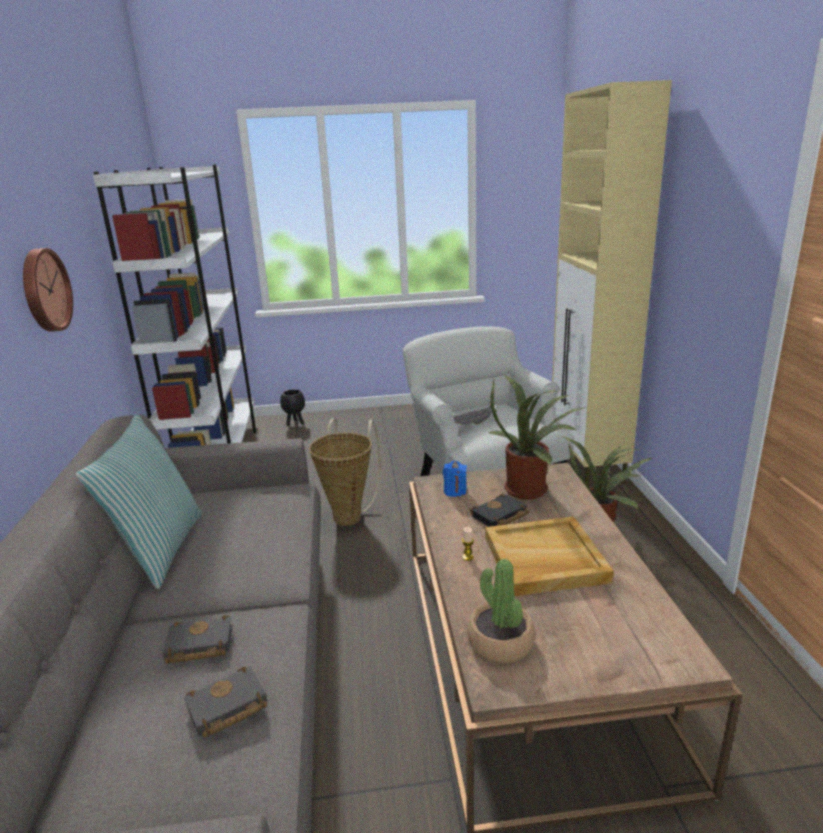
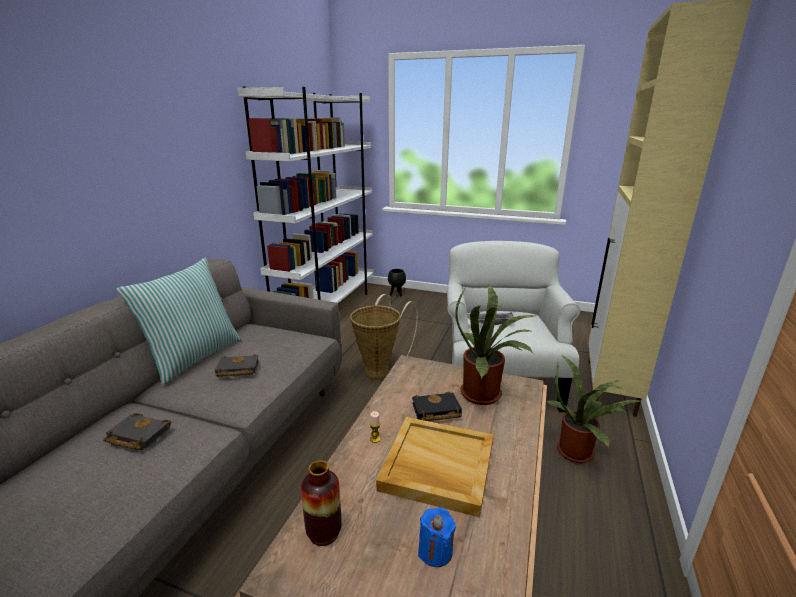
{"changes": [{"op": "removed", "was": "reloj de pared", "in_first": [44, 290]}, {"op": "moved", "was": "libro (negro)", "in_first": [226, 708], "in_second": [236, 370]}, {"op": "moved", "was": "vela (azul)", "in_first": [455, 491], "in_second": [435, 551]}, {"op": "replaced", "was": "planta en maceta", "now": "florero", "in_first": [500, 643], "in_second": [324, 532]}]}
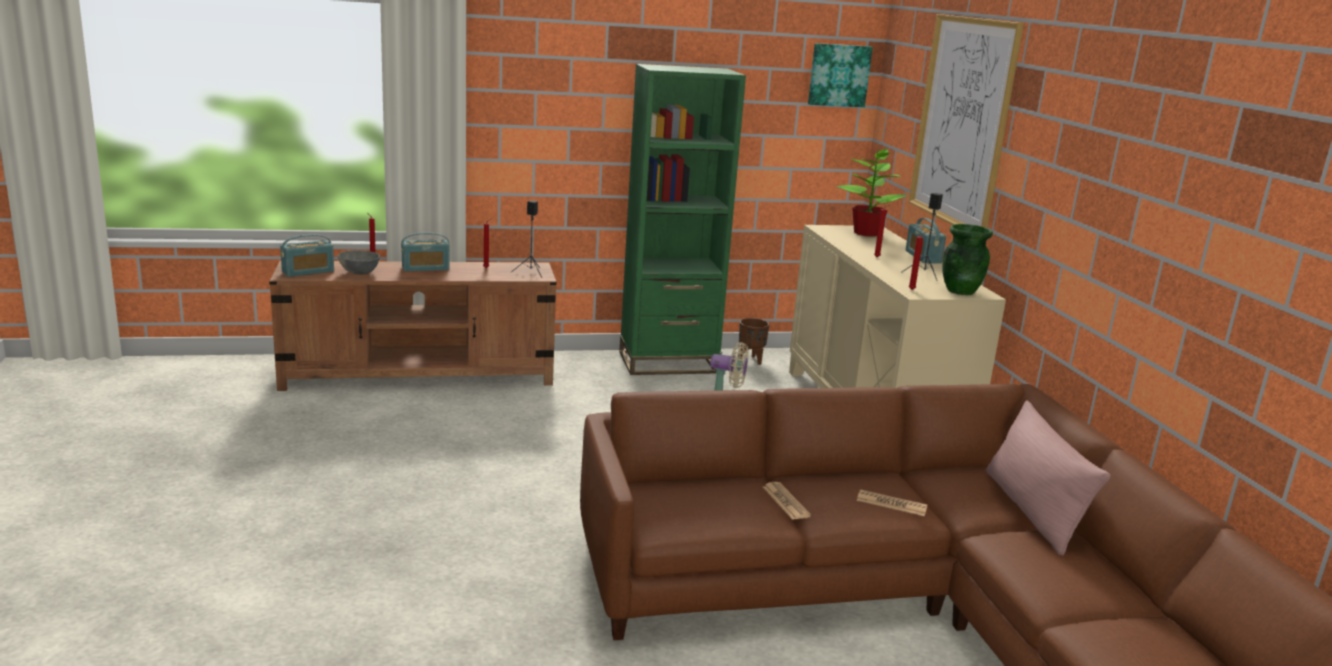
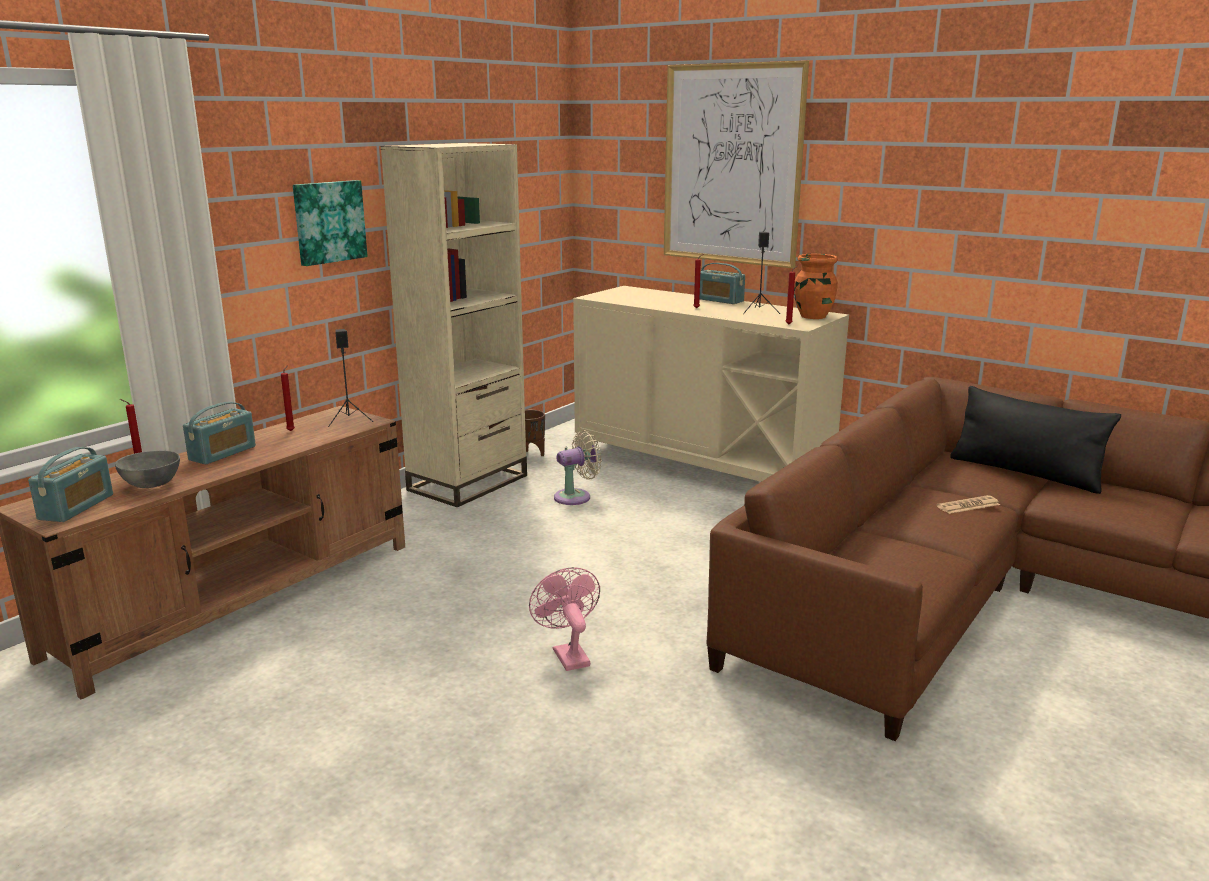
{"changes": [{"op": "recoloured", "was": "estantería (verde)", "now": "estantería (beis)", "in_first": [668, 362], "in_second": [468, 483]}, {"op": "removed", "was": "periódico", "in_first": [785, 502]}, {"op": "moved", "was": "cuadro", "in_first": [838, 75], "in_second": [328, 222]}, {"op": "removed", "was": "planta en maceta", "in_first": [866, 233]}, {"op": "recoloured", "was": "florero (verde)", "now": "florero (naranja)", "in_first": [960, 291], "in_second": [812, 316]}, {"op": "recoloured", "was": "cojín (rosa)", "now": "cojín (negro)", "in_first": [1031, 511], "in_second": [1025, 473]}, {"op": "added", "now": "ventilador (rosa)", "in_second": [567, 654]}]}
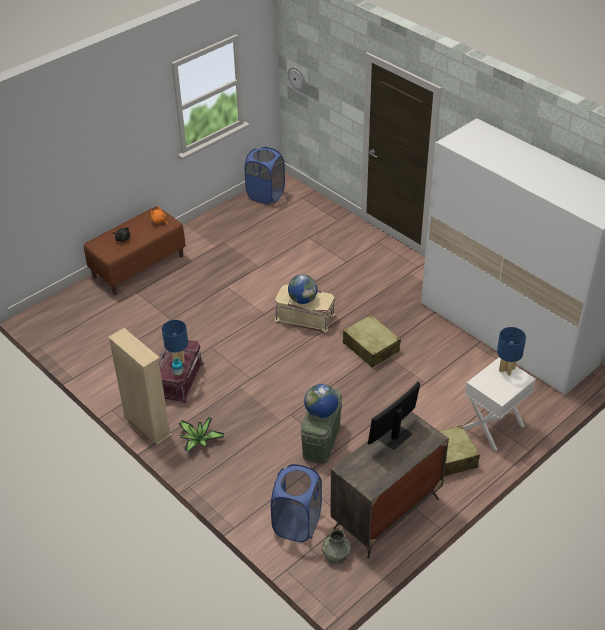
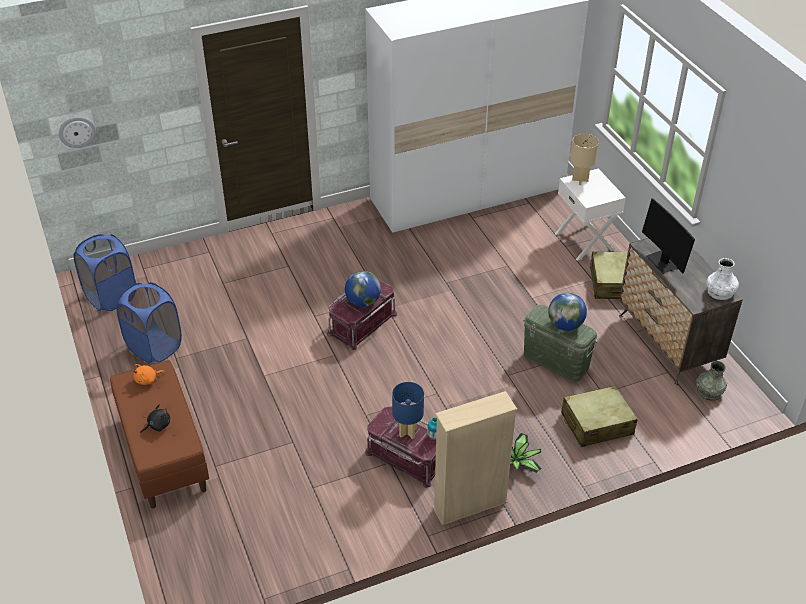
{"changes": [{"op": "moved", "was": "cesto de la ropa (azul)", "in_first": [297, 523], "in_second": [155, 347]}, {"op": "recoloured", "was": "caja de almacenaje (beis)", "now": "caja de almacenaje (rojo)", "in_first": [305, 317], "in_second": [361, 323]}, {"op": "moved", "was": "maleta (beis)", "in_first": [371, 347], "in_second": [596, 424]}, {"op": "recoloured", "was": "lámpara de mesa (azul)", "now": "lámpara de mesa (beis)", "in_first": [507, 369], "in_second": [580, 180]}, {"op": "added", "now": "florero (blanco)", "in_second": [720, 292]}]}
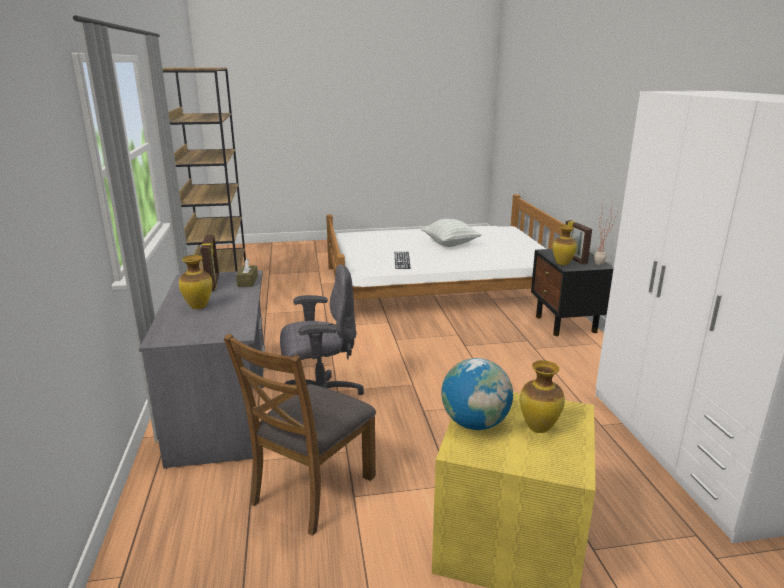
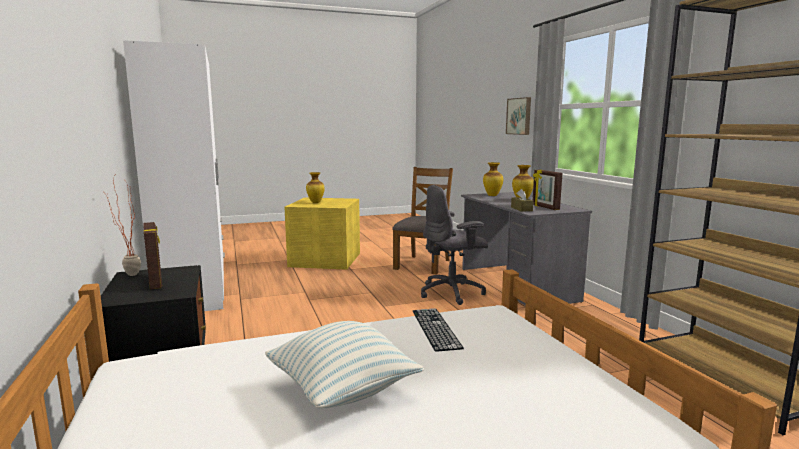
{"changes": [{"op": "removed", "was": "globo terráqueo", "in_first": [475, 423]}, {"op": "moved", "was": "florero", "in_first": [562, 264], "in_second": [492, 195]}, {"op": "added", "now": "cuadro", "in_second": [519, 116]}]}
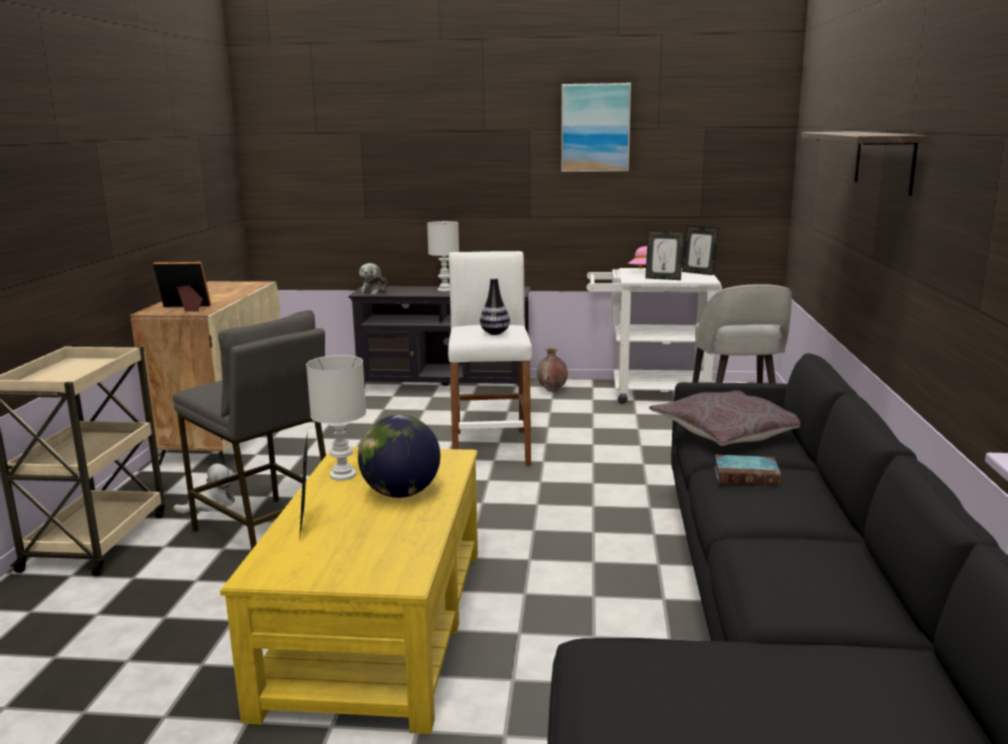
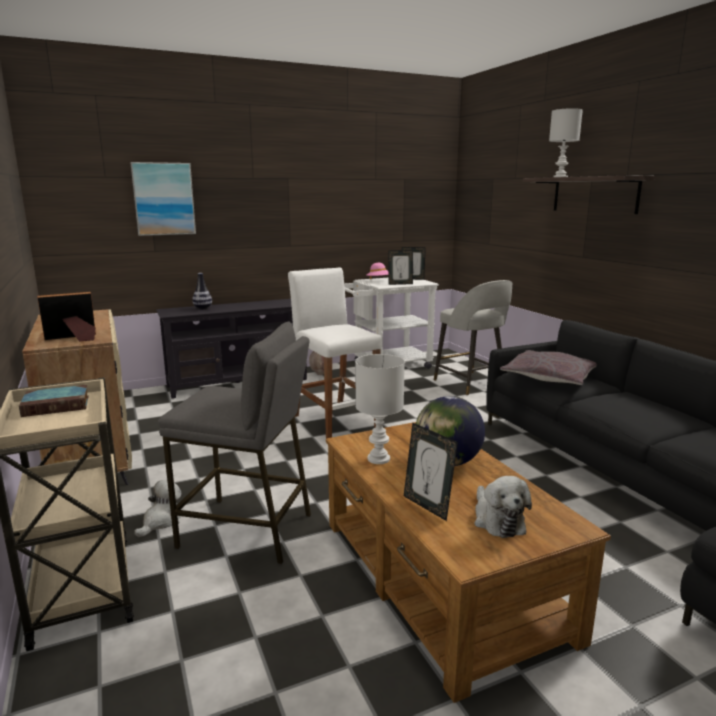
{"changes": [{"op": "recoloured", "was": "mesa de centro (amarillo)", "now": "mesa de centro (marrón)", "in_first": [376, 625], "in_second": [439, 577]}, {"op": "moved", "was": "peluche", "in_first": [375, 291], "in_second": [497, 520]}, {"op": "moved", "was": "lámpara de mesa (blanco)", "in_first": [444, 290], "in_second": [559, 177]}, {"op": "moved", "was": "florero", "in_first": [495, 333], "in_second": [203, 308]}, {"op": "moved", "was": "cuadro", "in_first": [595, 128], "in_second": [164, 199]}, {"op": "moved", "was": "libro", "in_first": [747, 475], "in_second": [58, 405]}]}
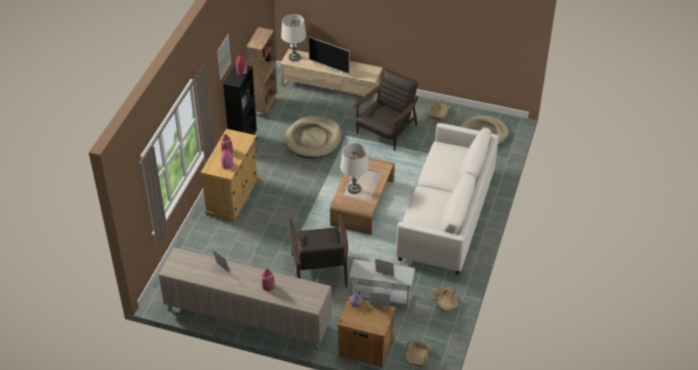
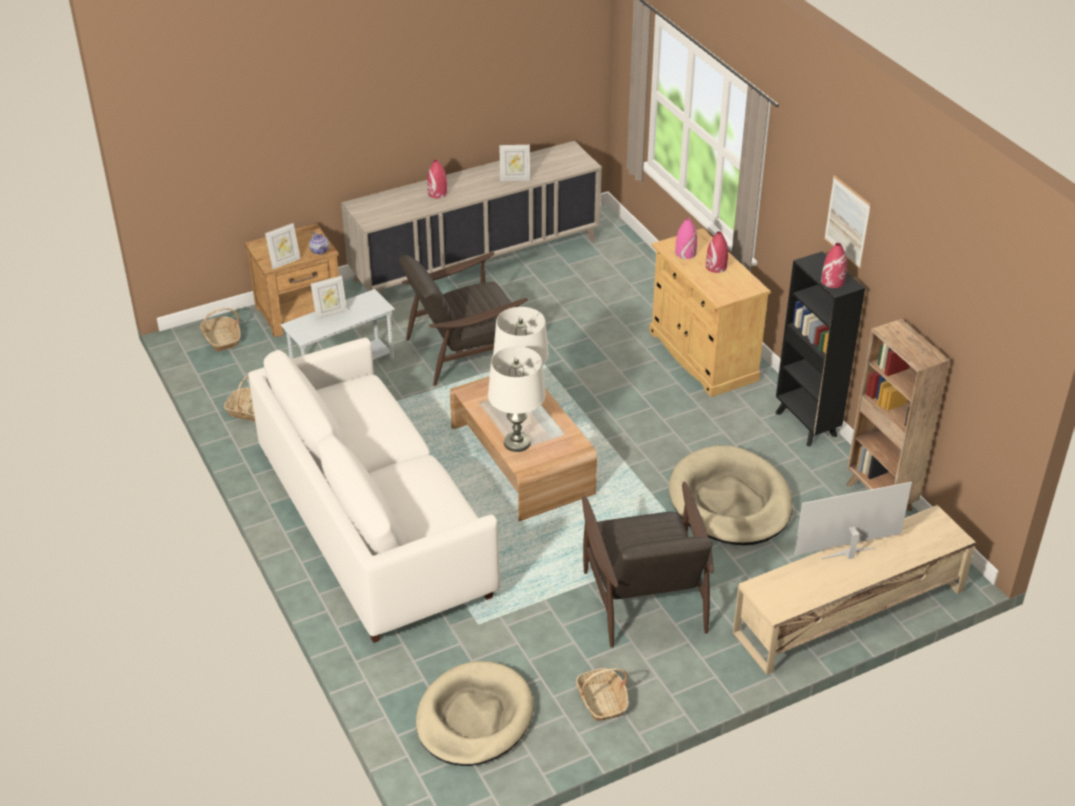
{"changes": [{"op": "moved", "was": "lámpara de mesa (blanco)", "in_first": [294, 57], "in_second": [517, 443]}, {"op": "turned", "was": "sillón (marrón)", "in_first": [319, 268], "in_second": [464, 350], "clockwise": -60}]}
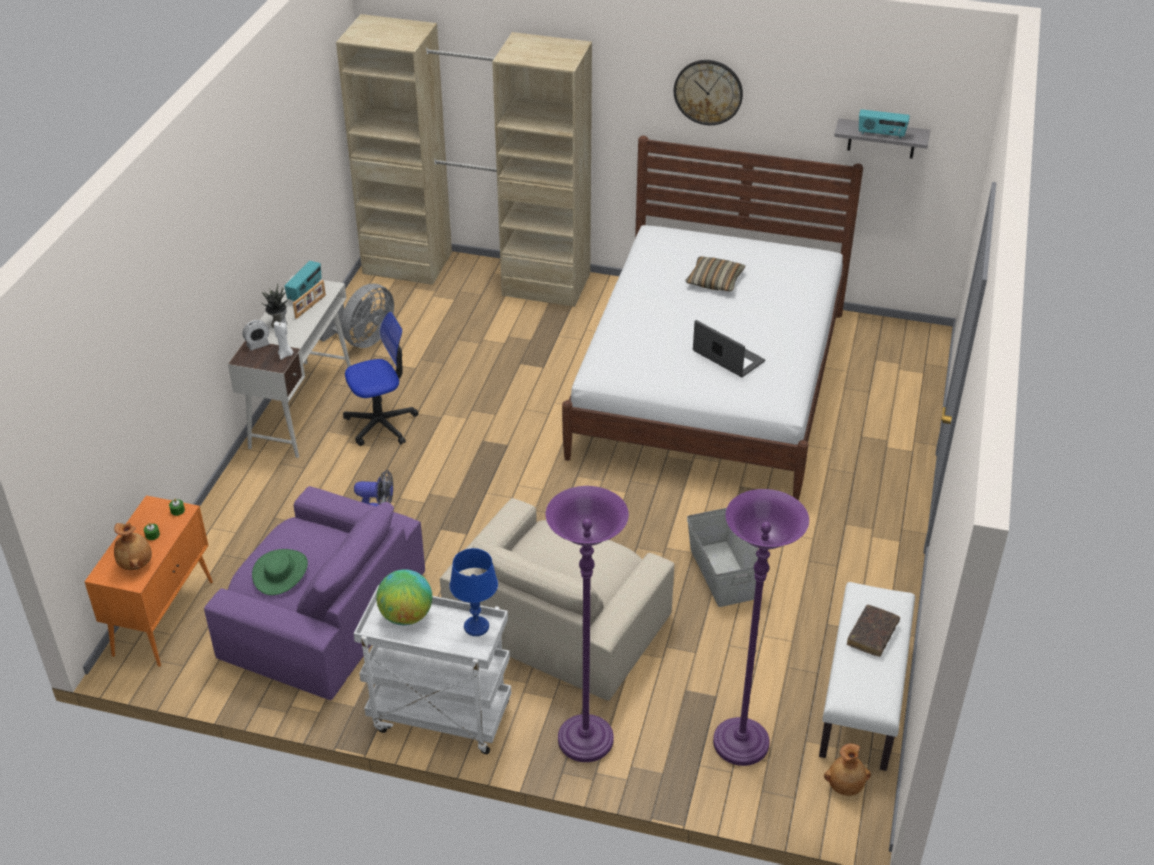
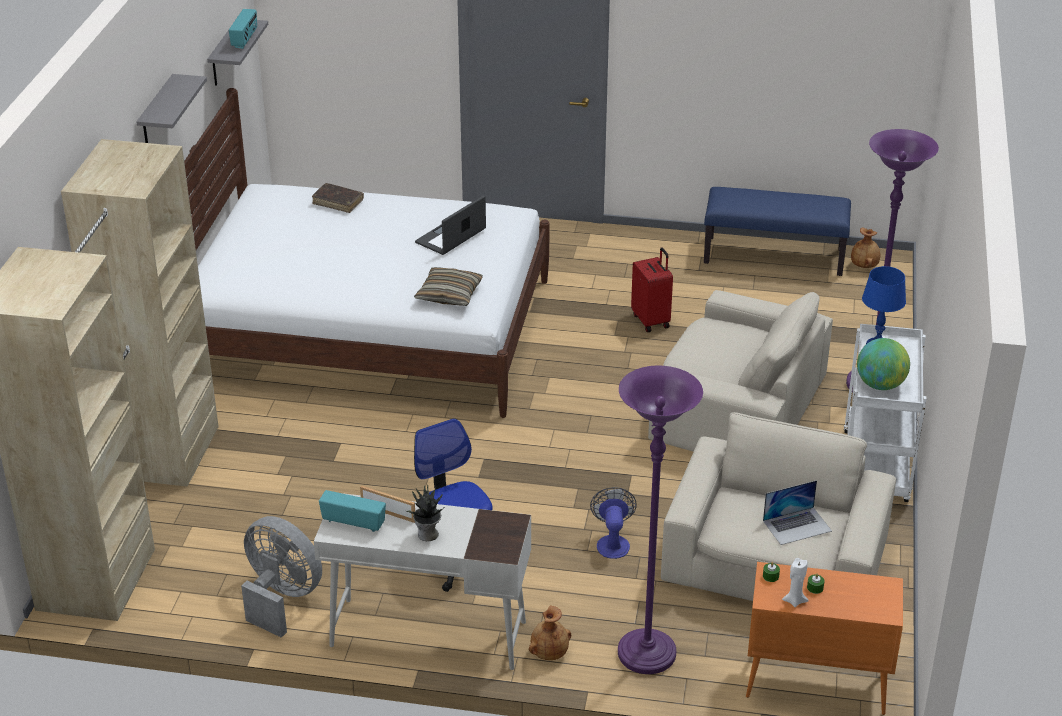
{"changes": [{"op": "moved", "was": "florero (marrón)", "in_first": [136, 563], "in_second": [549, 653]}, {"op": "recoloured", "was": "sillón (morado)", "now": "sillón (beis)", "in_first": [321, 615], "in_second": [775, 562]}, {"op": "removed", "was": "despertador", "in_first": [258, 345]}, {"op": "replaced", "was": "sombrero (verde)", "now": "portátil", "in_first": [281, 572], "in_second": [797, 526]}, {"op": "moved", "was": "vela (blanco)", "in_first": [285, 355], "in_second": [794, 600]}, {"op": "replaced", "was": "reloj de pared", "now": "estante (gris)", "in_first": [708, 92], "in_second": [157, 114]}, {"op": "moved", "was": "cojín", "in_first": [714, 281], "in_second": [449, 294]}, {"op": "replaced", "was": "caja de almacenaje (gris)", "now": "maleta (rojo)", "in_first": [722, 573], "in_second": [651, 320]}, {"op": "moved", "was": "lámpara de pie (morado)", "in_first": [740, 744], "in_second": [646, 654]}, {"op": "recoloured", "was": "banco (blanco)", "now": "banco (azul)", "in_first": [863, 698], "in_second": [774, 256]}, {"op": "moved", "was": "libro (marrón)", "in_first": [872, 635], "in_second": [338, 202]}]}
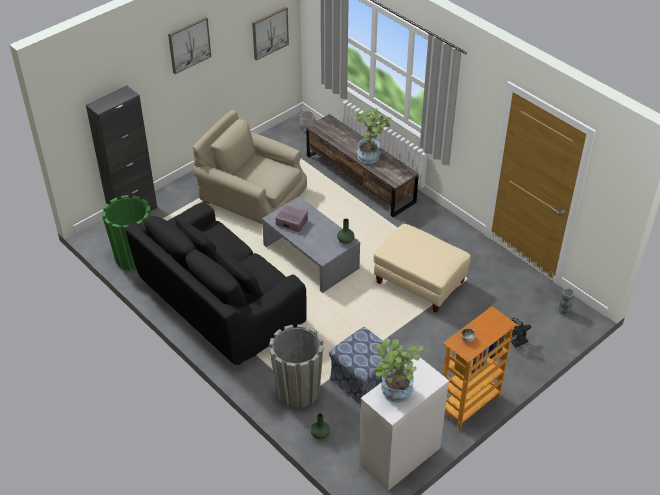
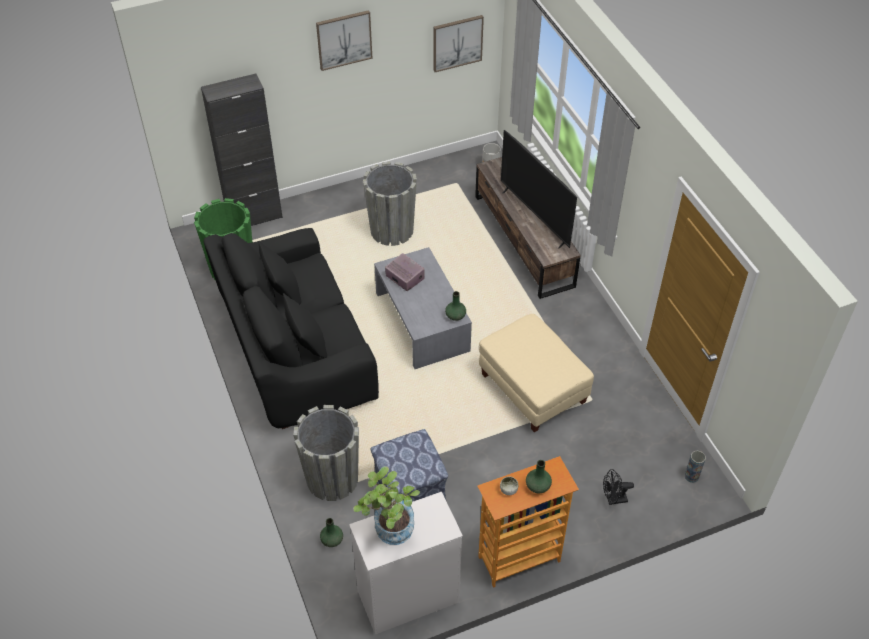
{"changes": [{"op": "replaced", "was": "sillón (beis)", "now": "maceta (gris)", "in_first": [252, 196], "in_second": [391, 231]}, {"op": "replaced", "was": "planta en maceta", "now": "televisor", "in_first": [371, 155], "in_second": [535, 217]}, {"op": "added", "now": "florero (verde)", "in_second": [538, 486]}]}
